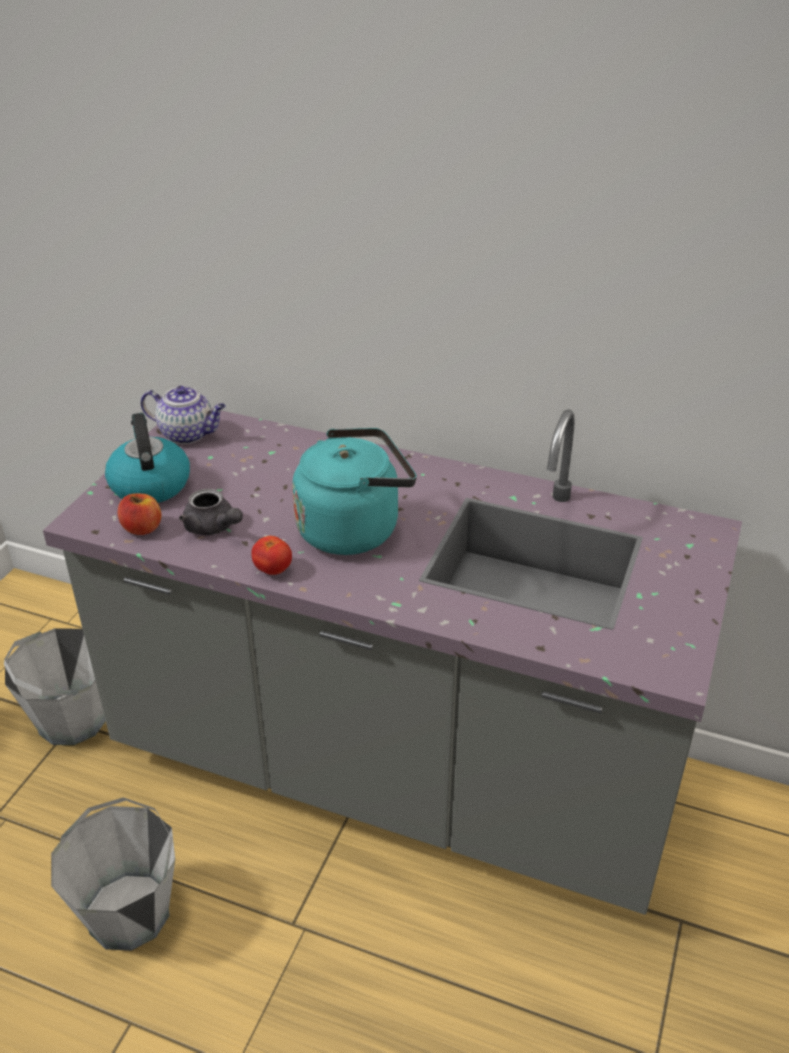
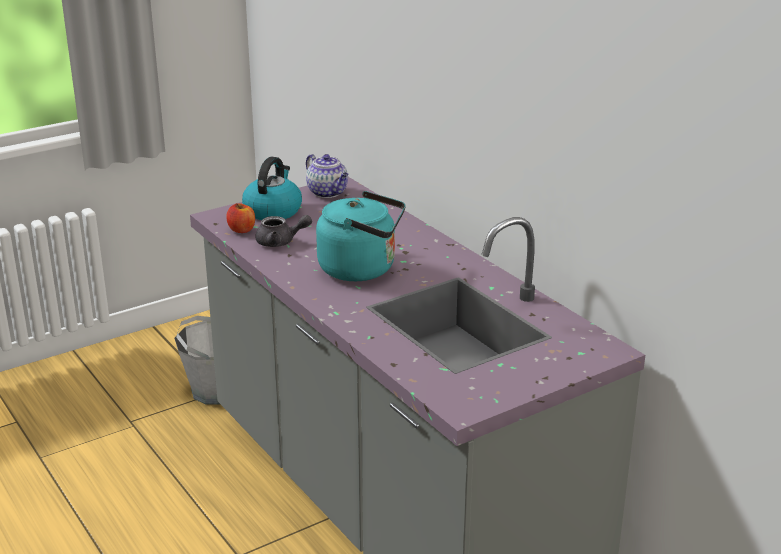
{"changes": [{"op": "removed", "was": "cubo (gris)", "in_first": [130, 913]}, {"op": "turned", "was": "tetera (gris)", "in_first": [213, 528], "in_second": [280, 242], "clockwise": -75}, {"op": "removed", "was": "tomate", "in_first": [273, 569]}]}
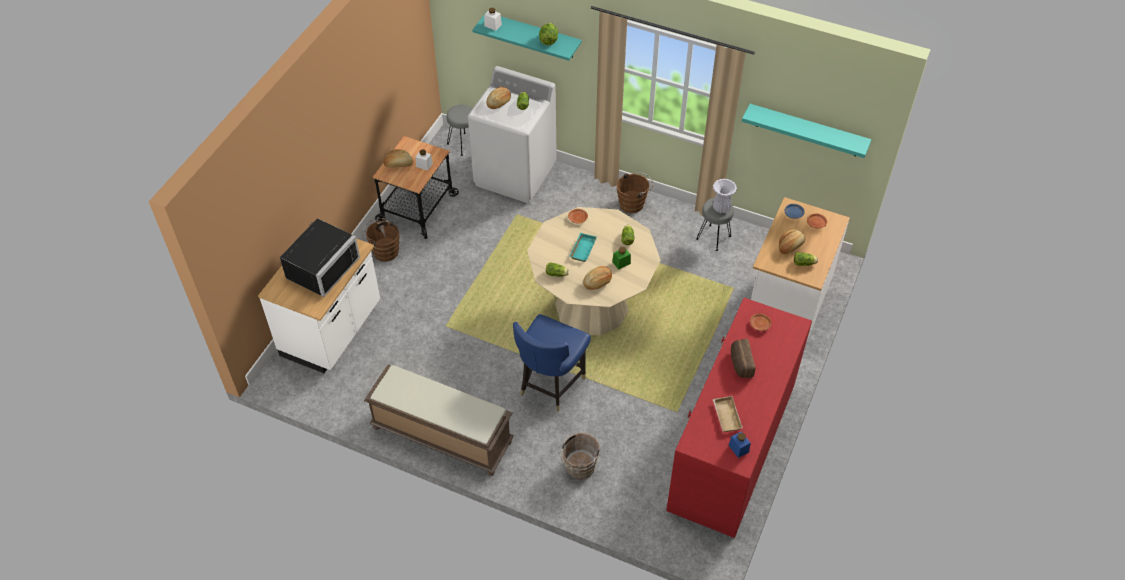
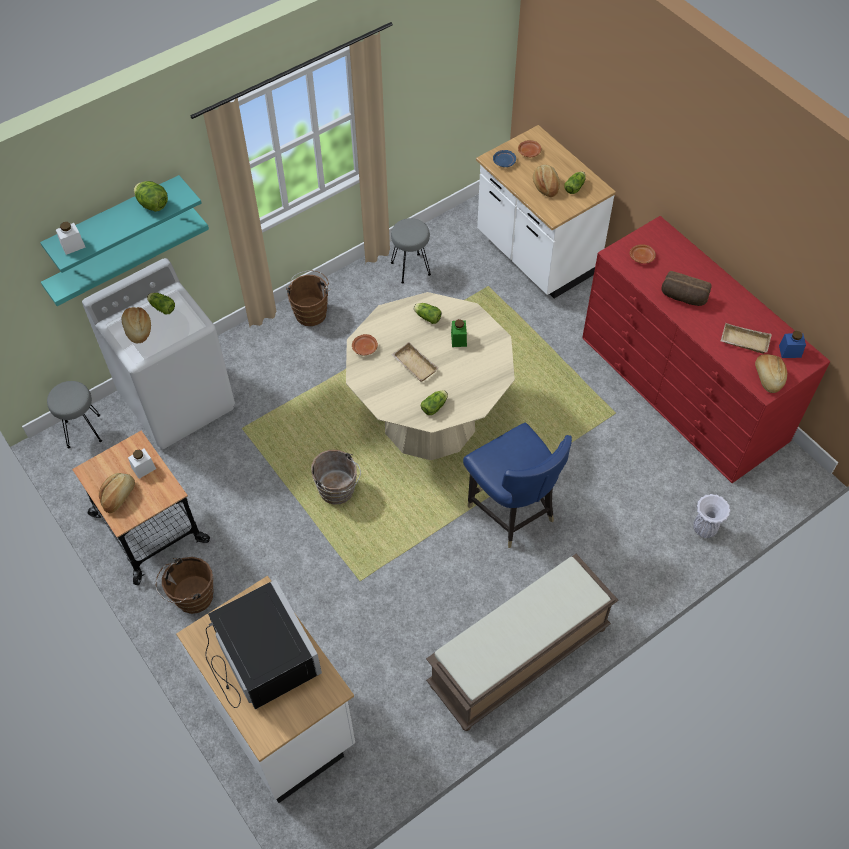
{"changes": [{"op": "moved", "was": "cubo (marrón)", "in_first": [579, 468], "in_second": [338, 492]}, {"op": "recoloured", "was": "bandeja (turquesa)", "now": "bandeja (beis)", "in_first": [582, 249], "in_second": [413, 365]}, {"op": "moved", "was": "pan", "in_first": [598, 282], "in_second": [767, 377]}, {"op": "moved", "was": "florero (blanco)", "in_first": [721, 208], "in_second": [704, 529]}, {"op": "moved", "was": "estante (turquesa)", "in_first": [807, 130], "in_second": [122, 255]}]}
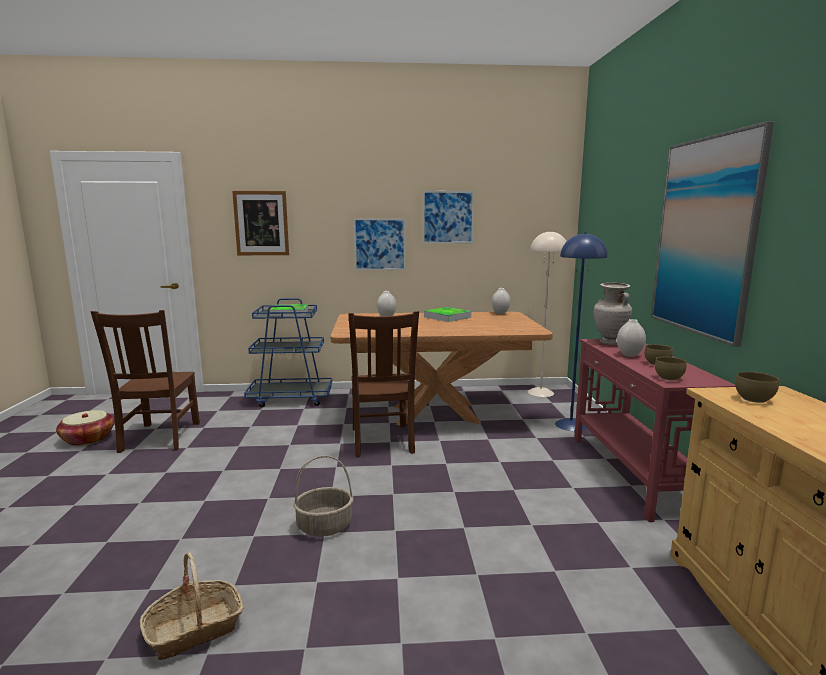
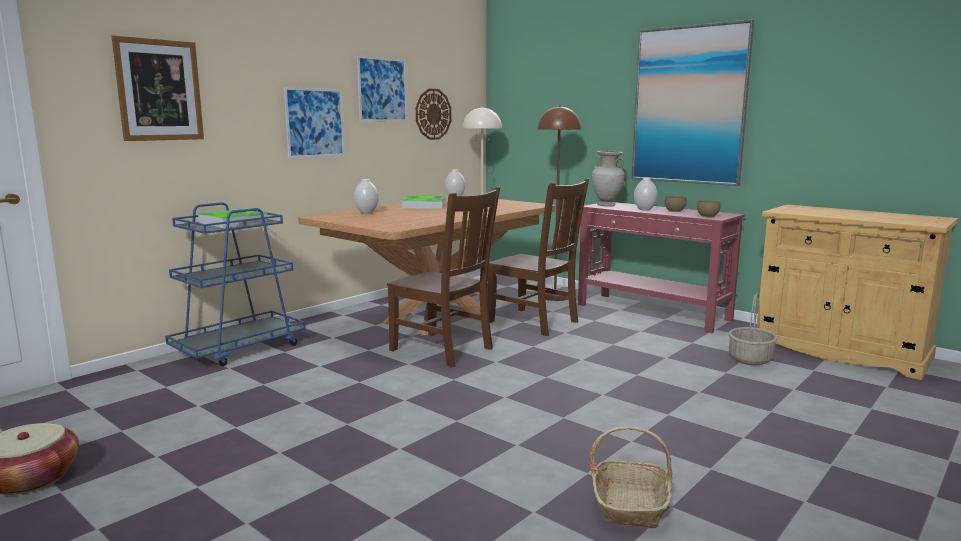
{"changes": [{"op": "moved", "was": "silla (marrón)", "in_first": [159, 438], "in_second": [535, 322]}, {"op": "moved", "was": "cesta", "in_first": [324, 526], "in_second": [750, 359]}, {"op": "recoloured", "was": "lámpara de pie (azul)", "now": "lámpara de pie (marrón)", "in_first": [570, 425], "in_second": [554, 296]}, {"op": "removed", "was": "cuenco (marrón)", "in_first": [753, 400]}, {"op": "added", "now": "reloj de pared", "in_second": [433, 114]}]}
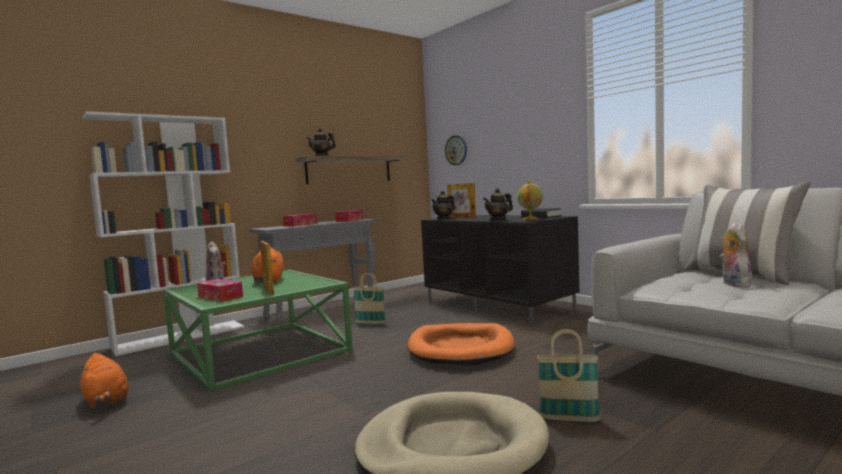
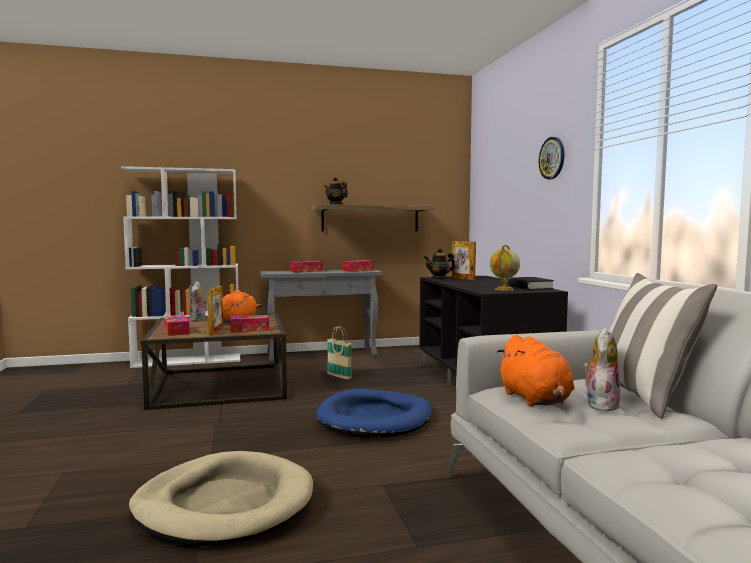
{"changes": [{"op": "moved", "was": "peluche (naranja)", "in_first": [106, 401], "in_second": [536, 400]}, {"op": "recoloured", "was": "mesa de centro (verde)", "now": "mesa de centro (marrón)", "in_first": [258, 352], "in_second": [219, 385]}, {"op": "recoloured", "was": "cama para perro (naranja)", "now": "cama para perro (azul)", "in_first": [461, 348], "in_second": [375, 418]}, {"op": "moved", "was": "reloj de pared", "in_first": [456, 150], "in_second": [552, 158]}, {"op": "removed", "was": "tetera", "in_first": [498, 220]}, {"op": "removed", "was": "cesta", "in_first": [569, 419]}, {"op": "added", "now": "caja de pañuelos", "in_second": [250, 329]}]}
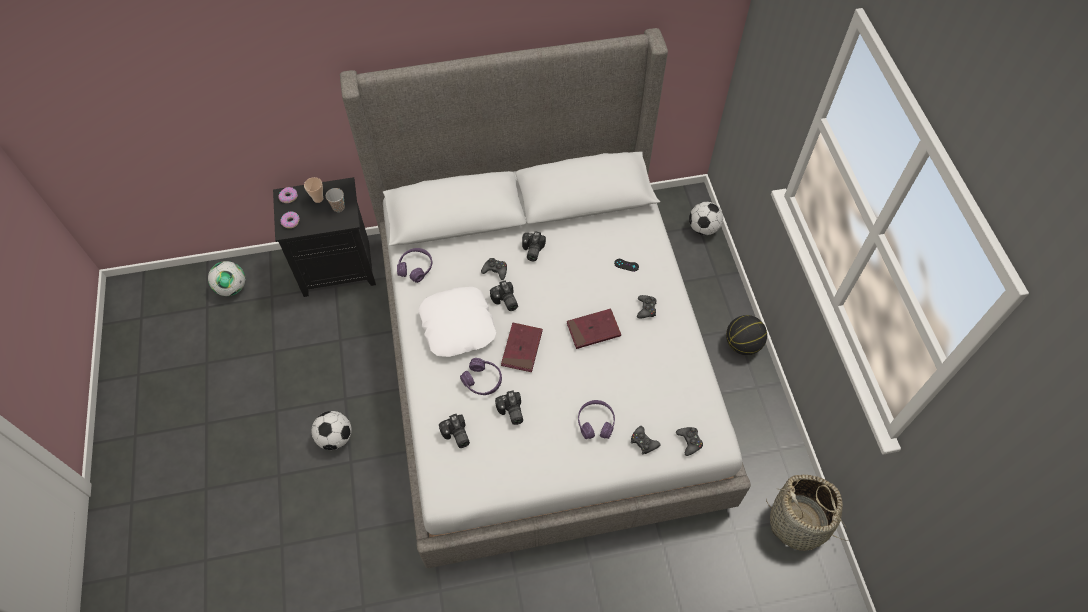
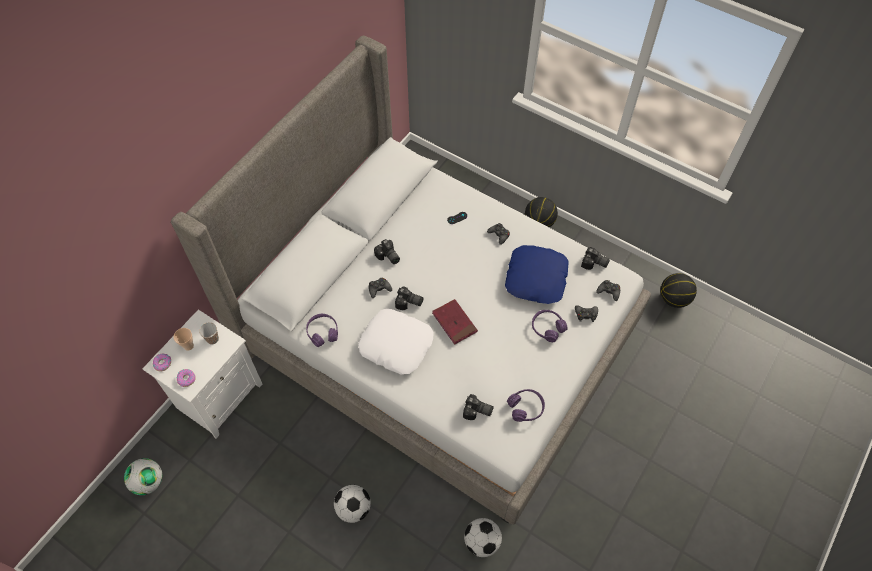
{"changes": [{"op": "recoloured", "was": "mesita de noche (negro)", "now": "mesita de noche (blanco)", "in_first": [339, 267], "in_second": [219, 395]}, {"op": "moved", "was": "auriculares (morado)", "in_first": [482, 380], "in_second": [525, 408]}, {"op": "moved", "was": "cámara", "in_first": [510, 412], "in_second": [594, 264]}, {"op": "removed", "was": "libro (rojo)", "in_first": [593, 330]}, {"op": "moved", "was": "balón de fútbol", "in_first": [703, 228], "in_second": [482, 542]}, {"op": "replaced", "was": "cesta", "now": "balón de baloncesto", "in_first": [798, 523], "in_second": [674, 299]}, {"op": "added", "now": "cojín (azul)", "in_second": [536, 278]}]}
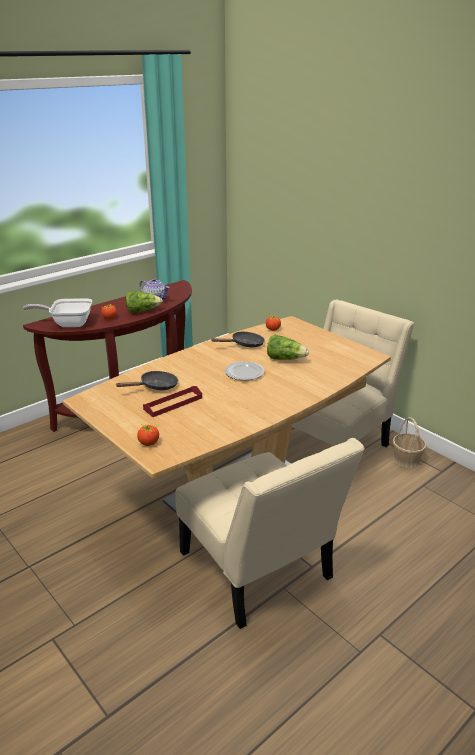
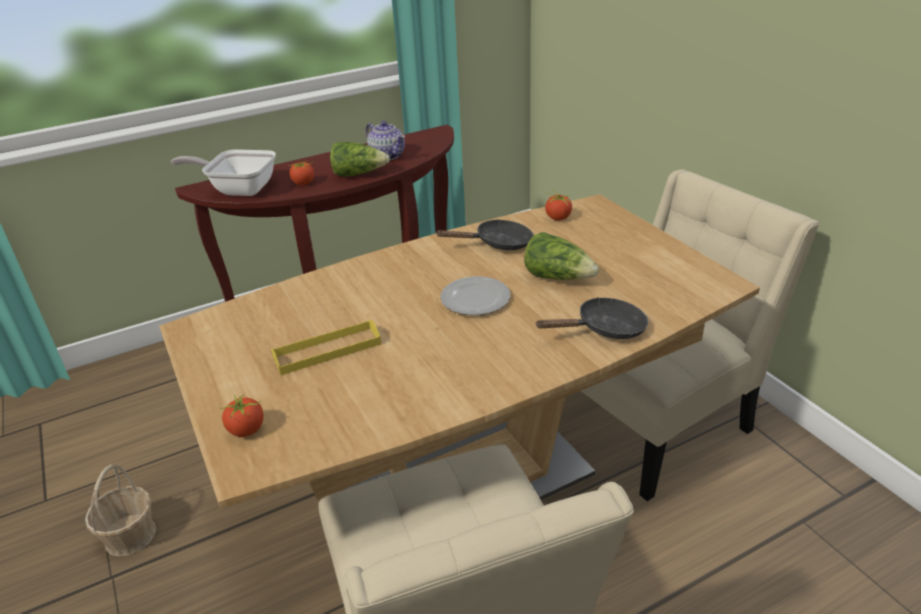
{"changes": [{"op": "moved", "was": "sartén (negro)", "in_first": [155, 386], "in_second": [604, 329]}, {"op": "recoloured", "was": "bandeja (rojo)", "now": "bandeja (amarillo)", "in_first": [173, 403], "in_second": [327, 350]}, {"op": "moved", "was": "cesta", "in_first": [406, 459], "in_second": [130, 535]}]}
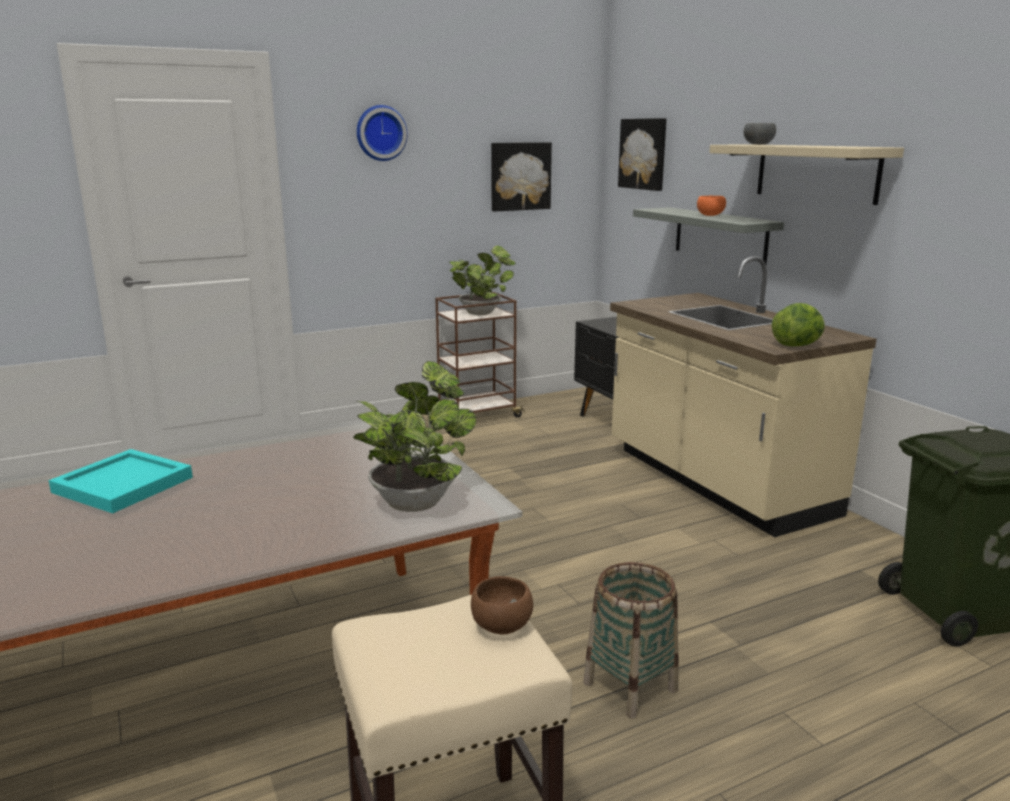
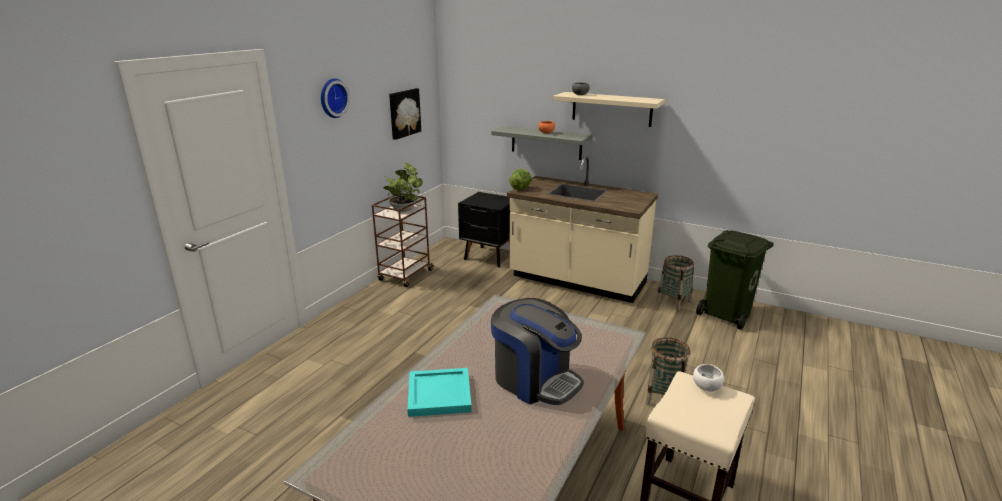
{"changes": [{"op": "removed", "was": "planta en maceta", "in_first": [416, 500]}, {"op": "recoloured", "was": "cuenco (marrón)", "now": "cuenco (blanco)", "in_first": [500, 625], "in_second": [705, 387]}, {"op": "removed", "was": "cuadro", "in_first": [644, 154]}, {"op": "moved", "was": "lechuga", "in_first": [797, 345], "in_second": [521, 188]}, {"op": "added", "now": "cafetera", "in_second": [535, 380]}, {"op": "added", "now": "cesta", "in_second": [673, 302]}]}
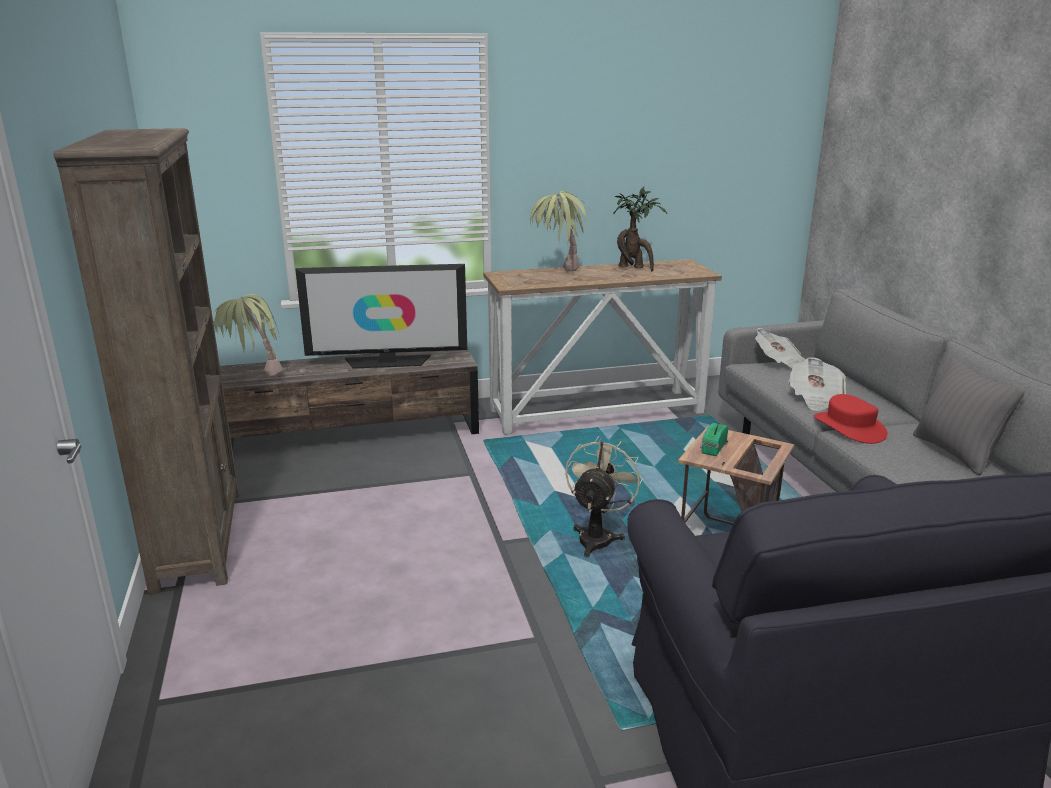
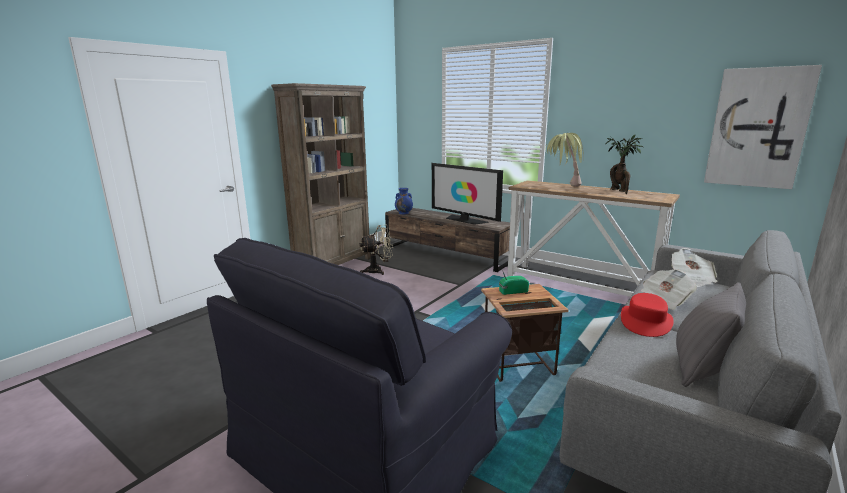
{"changes": [{"op": "replaced", "was": "planta en maceta", "now": "florero (azul)", "in_first": [254, 380], "in_second": [404, 213]}, {"op": "moved", "was": "ventilador (beis)", "in_first": [597, 537], "in_second": [378, 271]}, {"op": "added", "now": "cuadro", "in_second": [757, 128]}]}
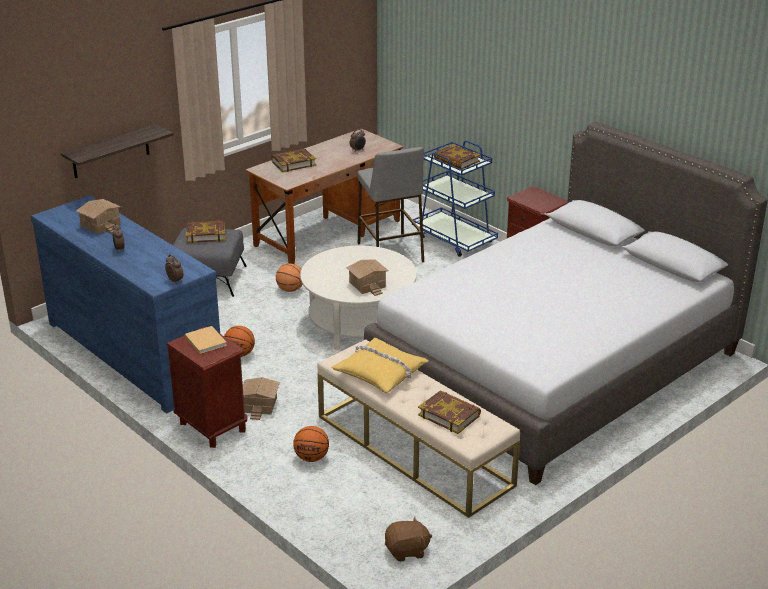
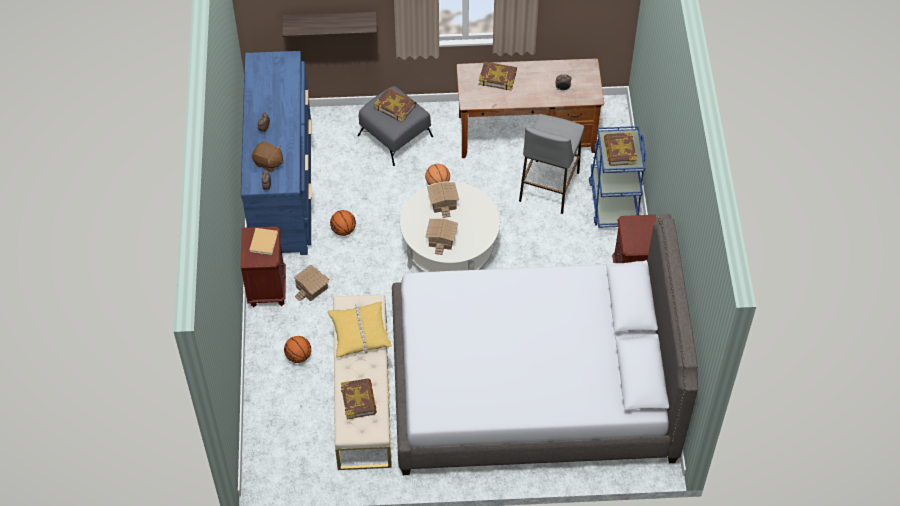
{"changes": [{"op": "moved", "was": "casita", "in_first": [101, 225], "in_second": [443, 202]}, {"op": "moved", "was": "peluche (marrón)", "in_first": [407, 551], "in_second": [268, 162]}]}
